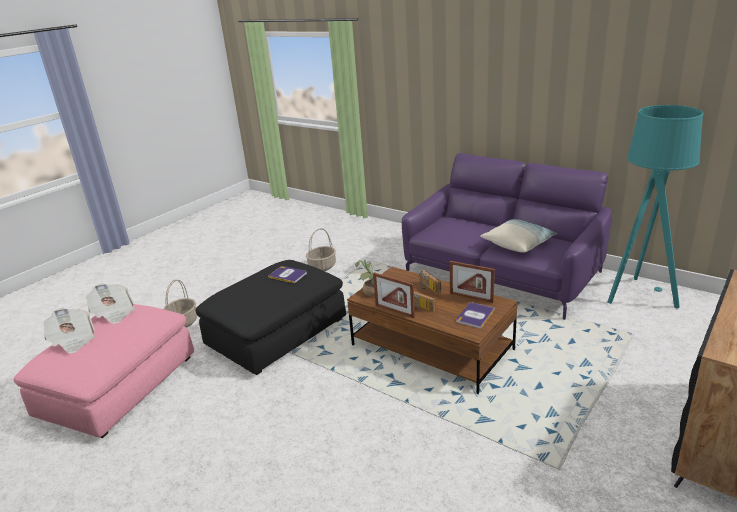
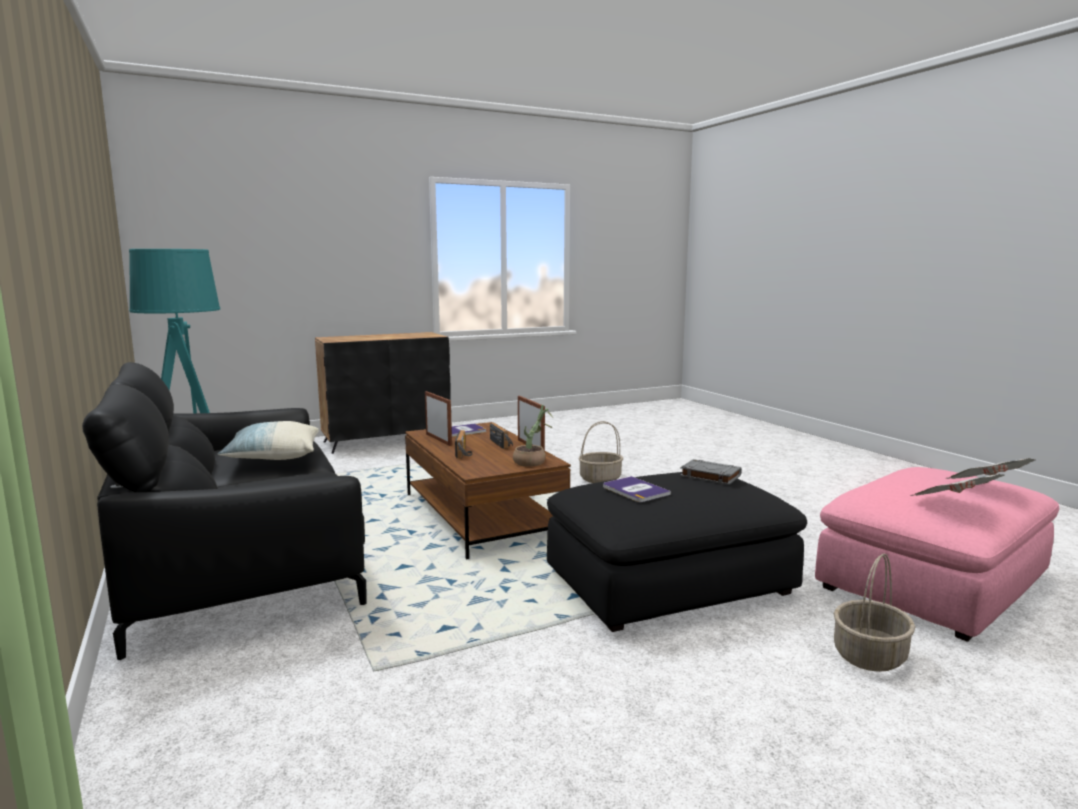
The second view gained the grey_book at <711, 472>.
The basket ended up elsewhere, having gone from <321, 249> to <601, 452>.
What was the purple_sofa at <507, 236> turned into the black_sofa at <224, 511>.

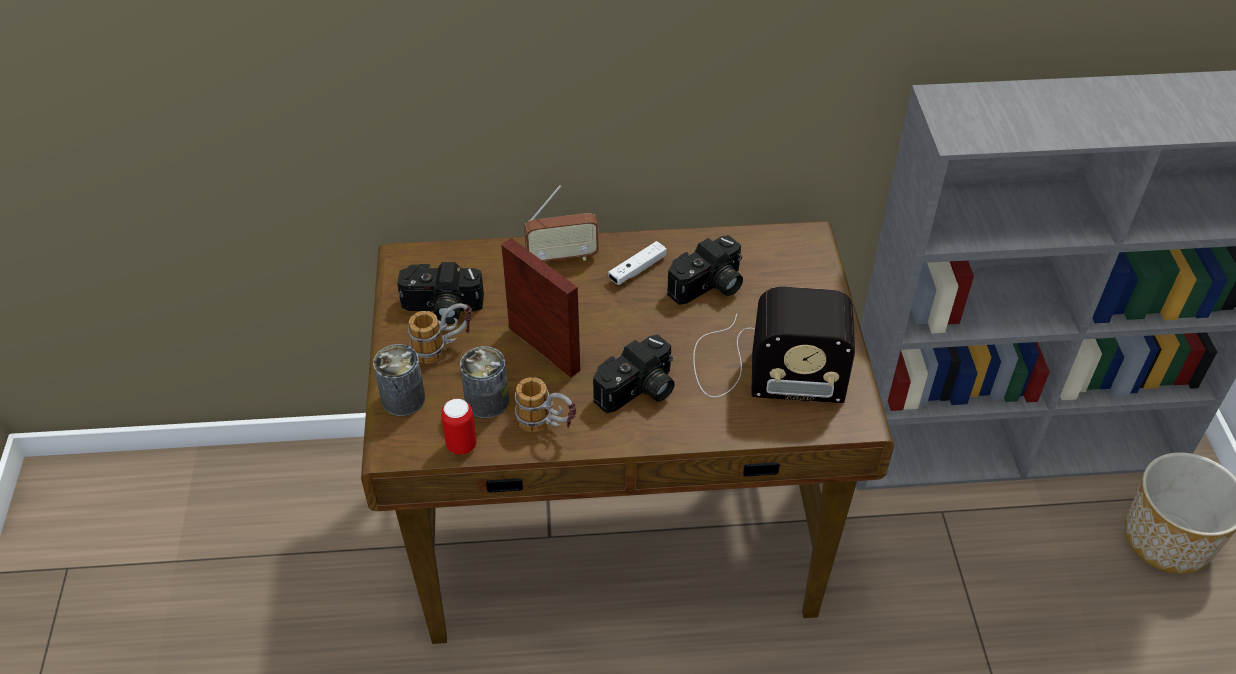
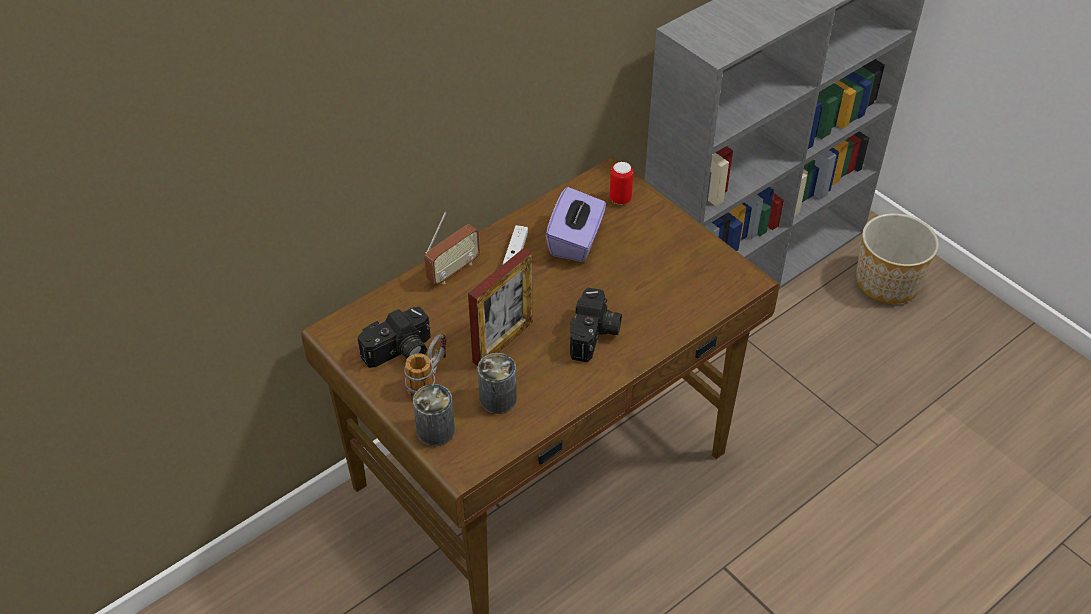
The second view lost the mug at <545, 404>.
The second view lost the radio at <774, 345>.
The can ended up elsewhere, having gone from <459, 427> to <621, 183>.
Where the photo_camera stood at <705, 270>, the purple_tissue_box came to stand at <576, 224>.
The picture_frame at <540, 307> ended up facing another way, 120 degrees clockwise from before.

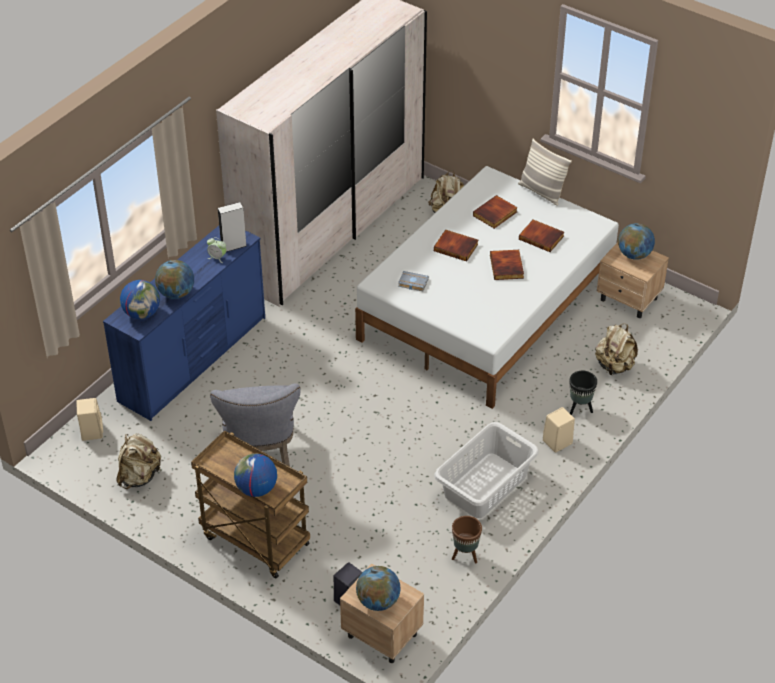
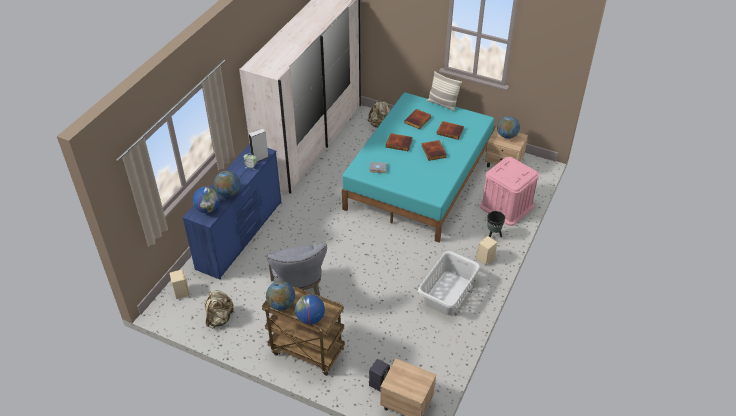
The second view lost the brown_planter at <467, 539>.
The globe ended up elsewhere, having gone from <378, 588> to <280, 296>.
Where the beige_backpack stood at <616, 349>, the pink_storage_box came to stand at <509, 191>.
What was the white_bed at <487, 287> turned into the turquoise_bed at <418, 167>.

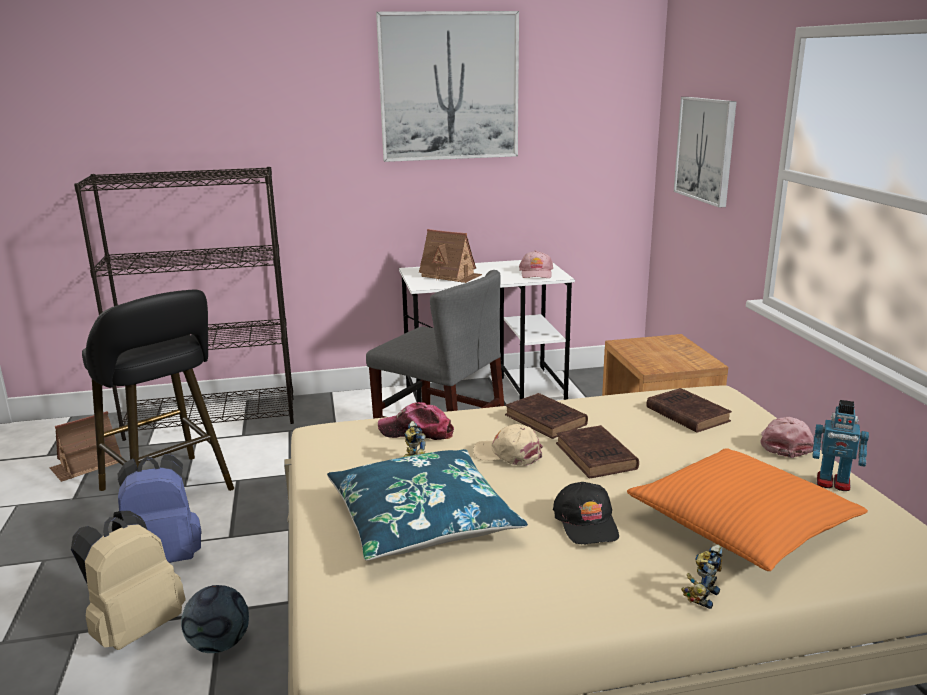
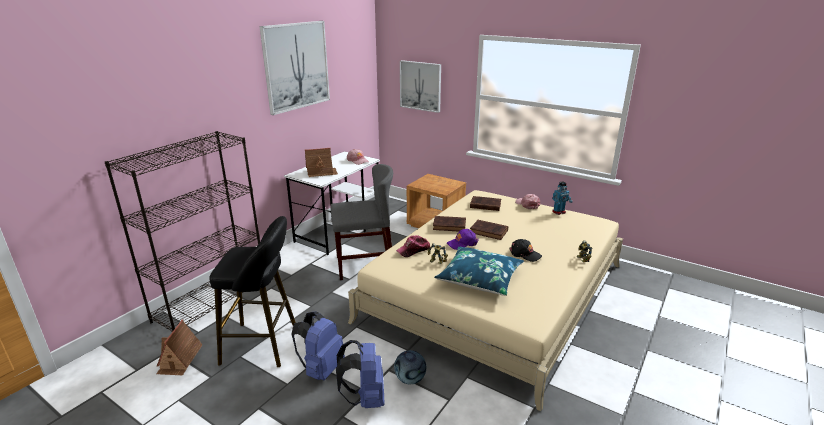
The second view lost the orange_pillow at <747, 509>.
What was the beige_backpack at <128, 580> turned into the blue_backpack at <360, 374>.
What was the beige_cap at <508, 445> turned into the purple_cap at <463, 239>.

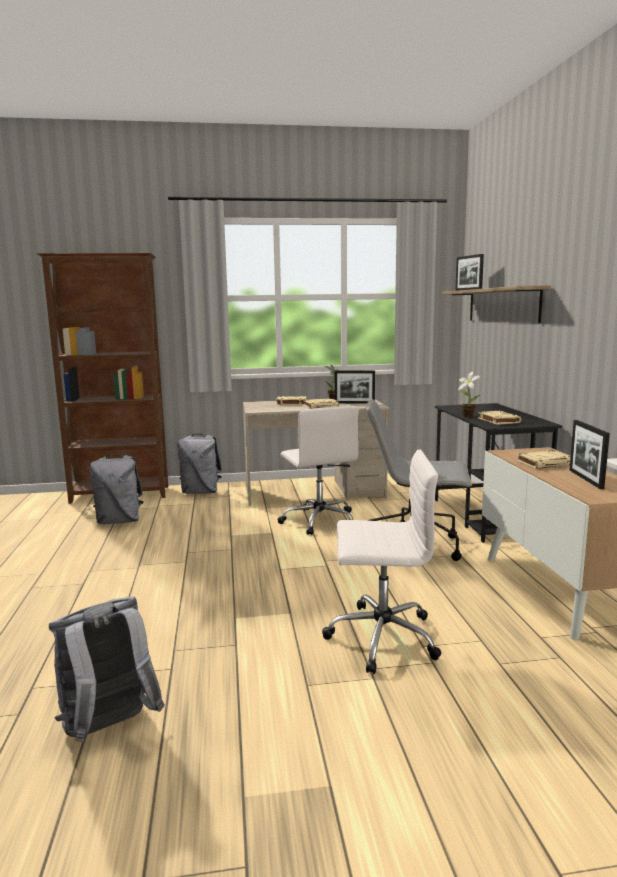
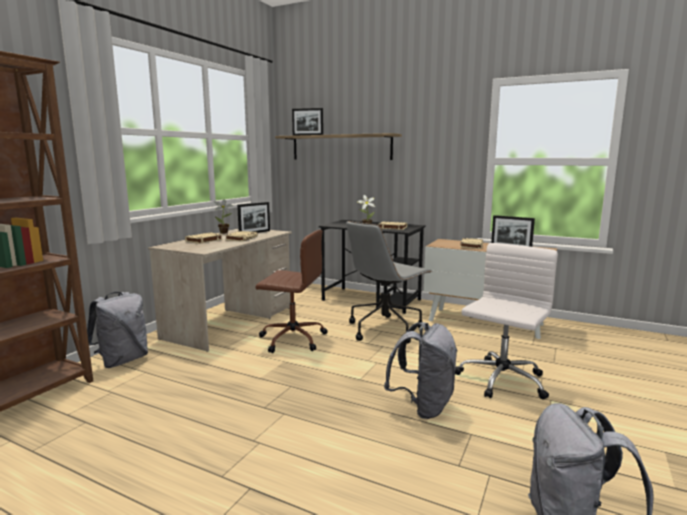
The grey_backpack ended up elsewhere, having gone from <117, 489> to <421, 370>.
What was the white_office_chair at <318, 470> turned into the brown_office_chair at <292, 291>.

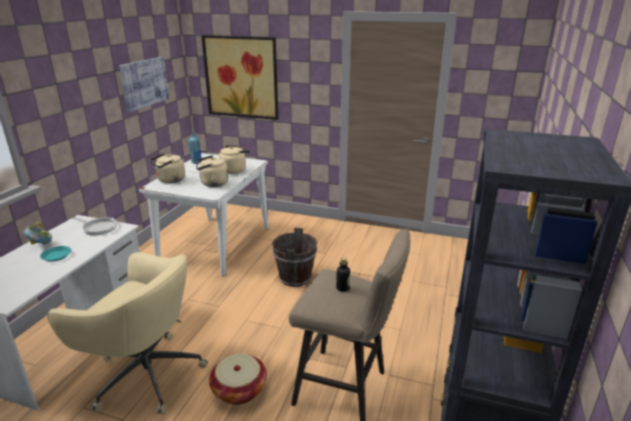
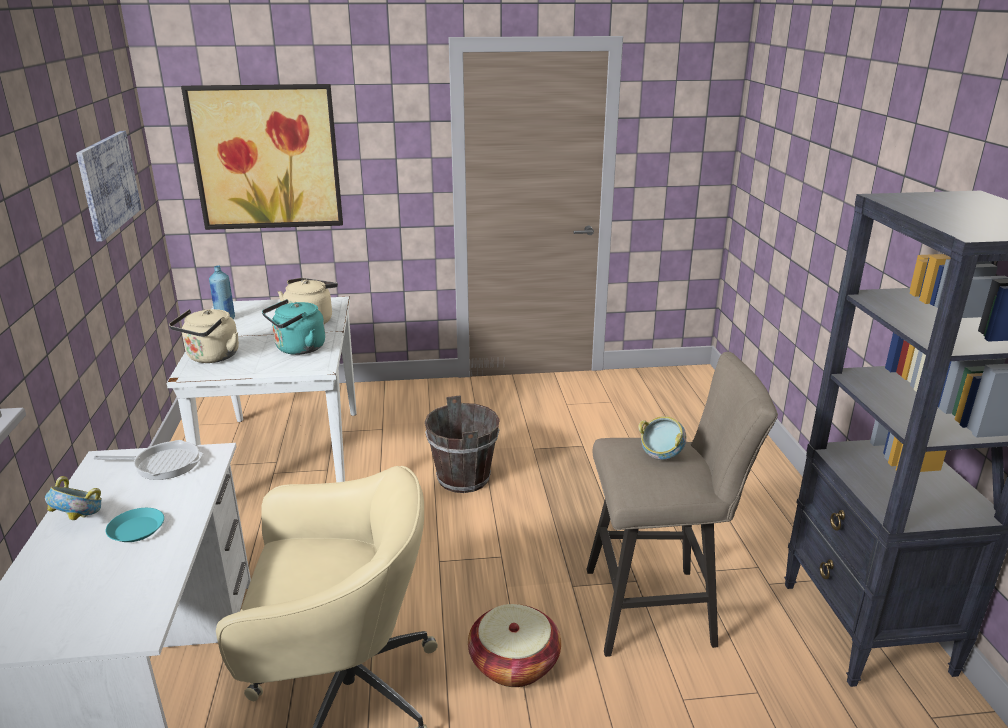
Where the bottle stood at <343, 274>, the bowl came to stand at <662, 438>.
What was the beige_kettle at <212, 171> turned into the turquoise_kettle at <293, 327>.

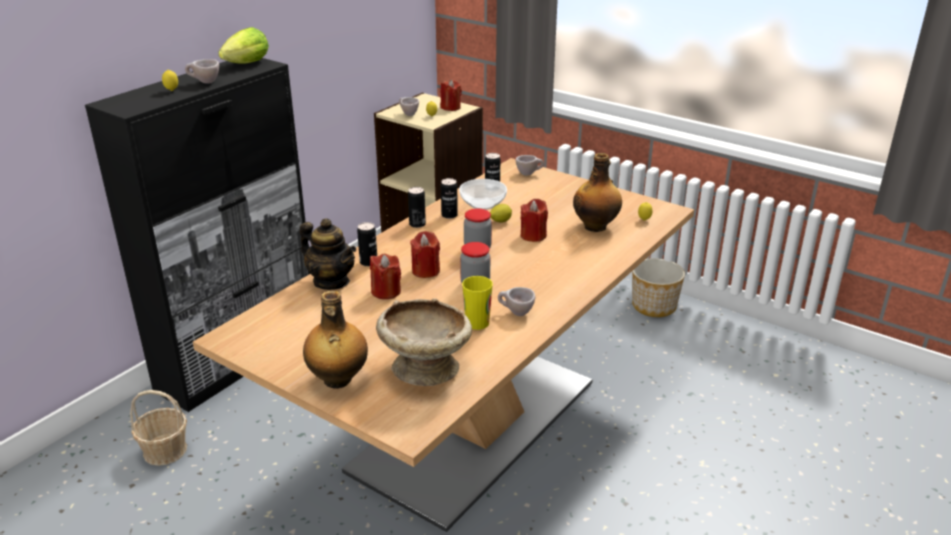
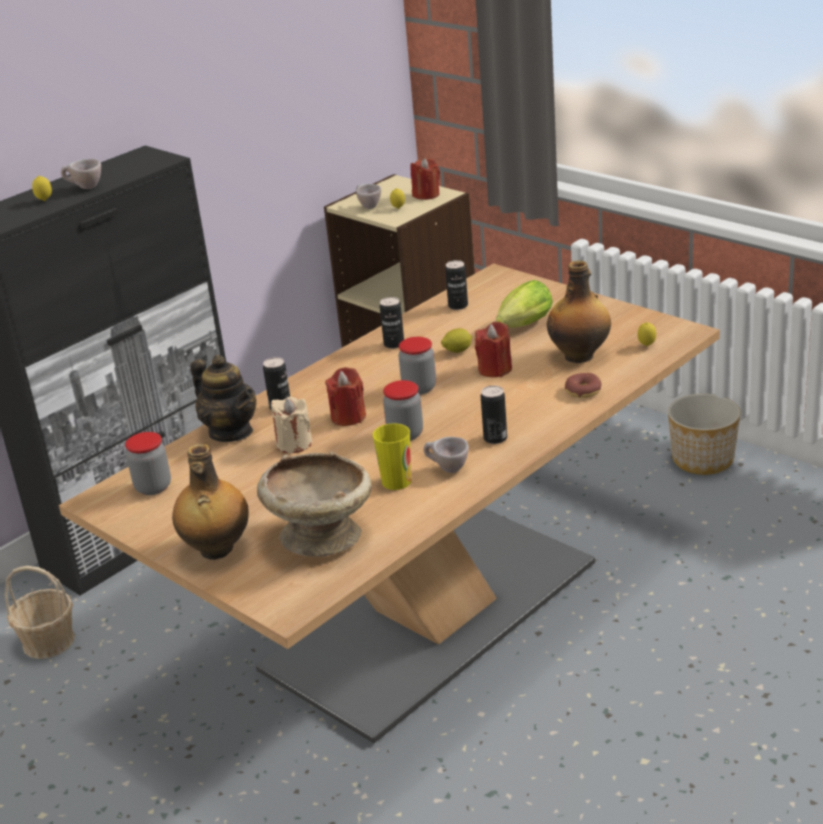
The second view lost the bowl at <483, 194>.
The second view lost the beige_cup at <529, 165>.
The second view gained the jar at <148, 463>.
The second view gained the donut at <583, 385>.
The lettuce ended up elsewhere, having gone from <243, 45> to <524, 303>.
The can ended up elsewhere, having gone from <417, 207> to <494, 414>.
What was the red_candle at <385, 276> turned into the beige_candle at <291, 425>.

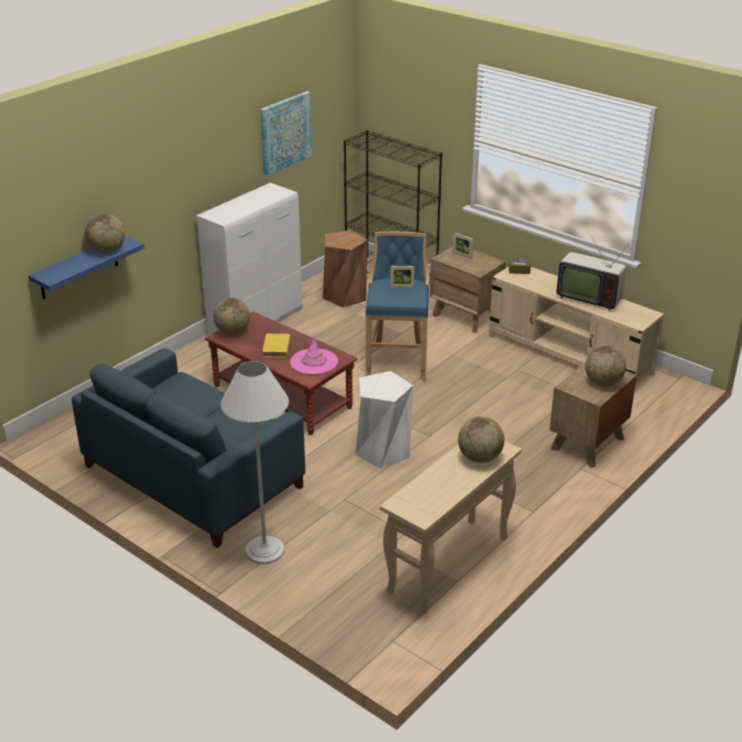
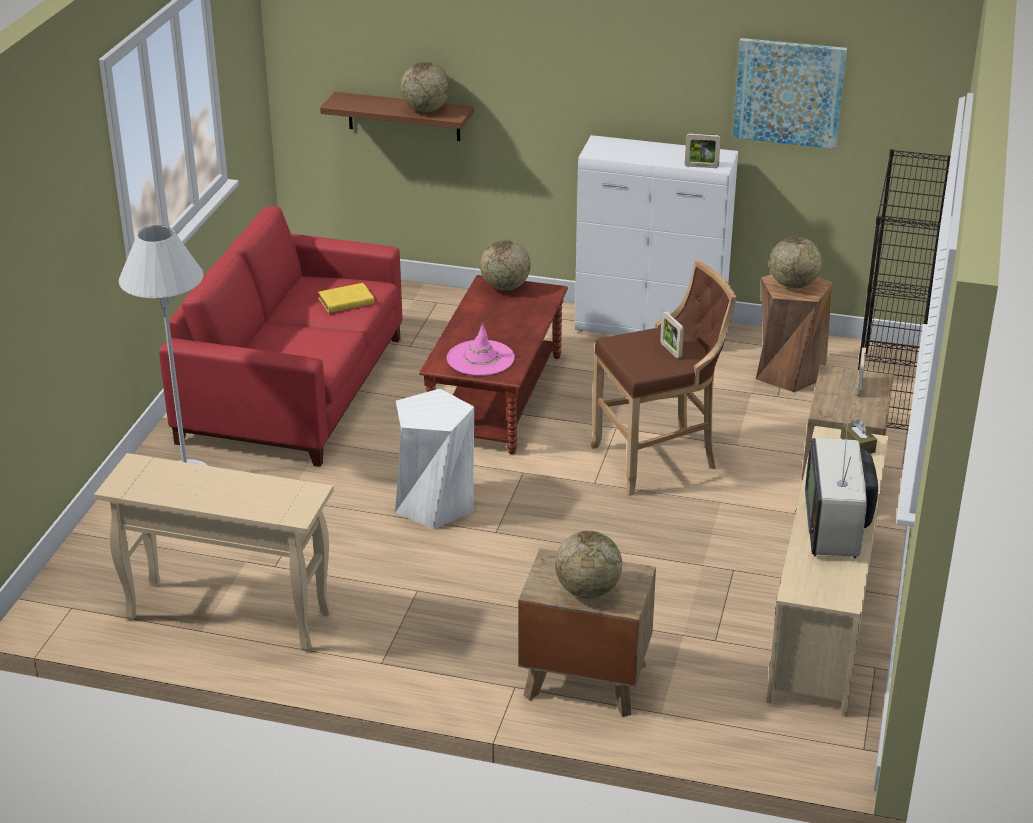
The second view gained the picture_frame at <703, 151>.
The yellow_book ended up elsewhere, having gone from <276, 345> to <346, 298>.
The globe ended up elsewhere, having gone from <481, 440> to <795, 262>.
What was the blue_shelf at <86, 267> turned into the brown_shelf at <397, 116>.
What was the blue_sofa at <188, 448> turned into the red_sofa at <280, 336>.
What was the blue_stool at <397, 306> turned into the brown_stool at <663, 378>.

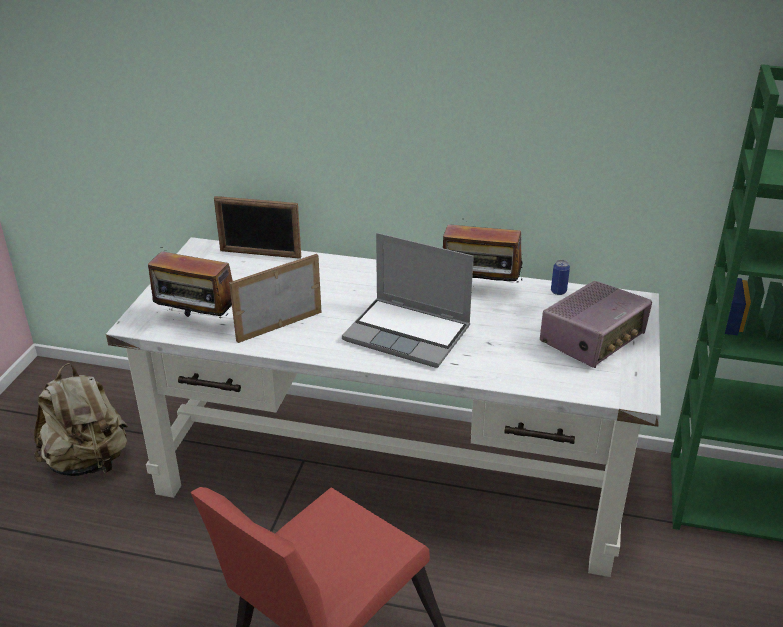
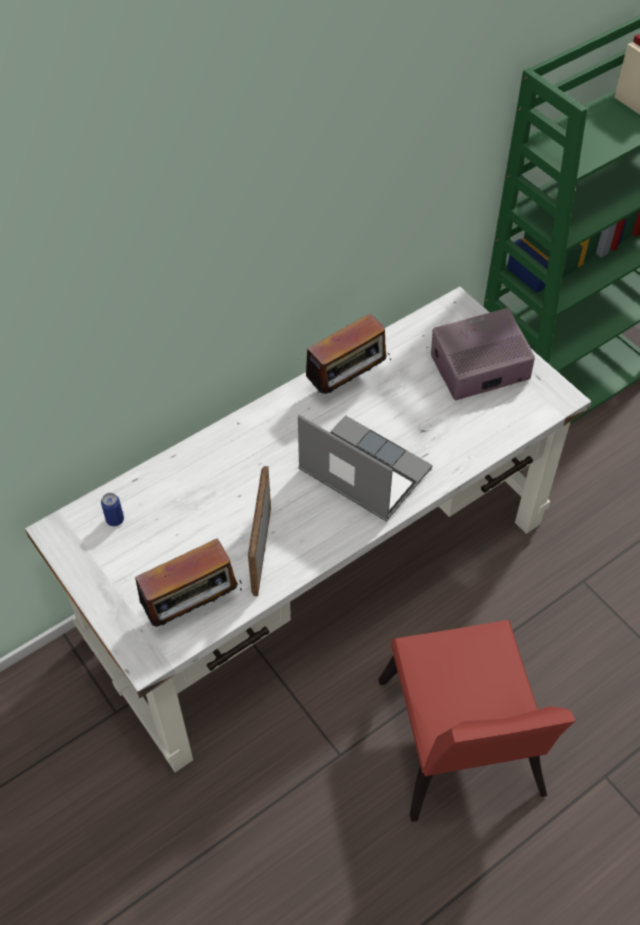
The second view lost the beige_backpack at <80, 419>.
The second view lost the picture_frame at <257, 227>.
The can ended up elsewhere, having gone from <560, 277> to <112, 509>.
The laptop at <408, 300> ended up facing another way, 120 degrees counterclockwise from before.
The radio at <596, 324> ended up facing another way, 105 degrees counterclockwise from before.

